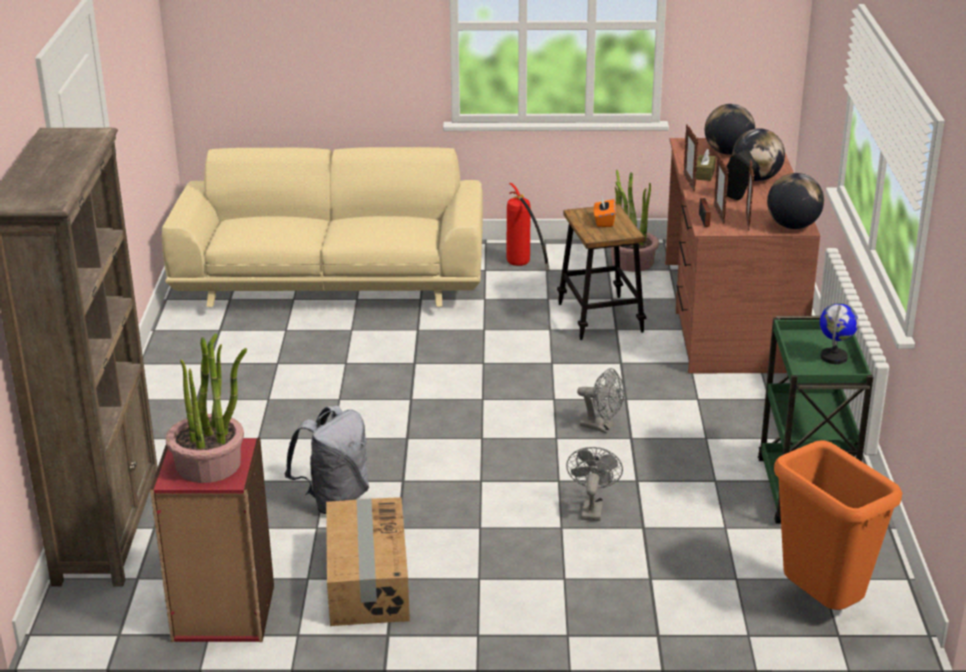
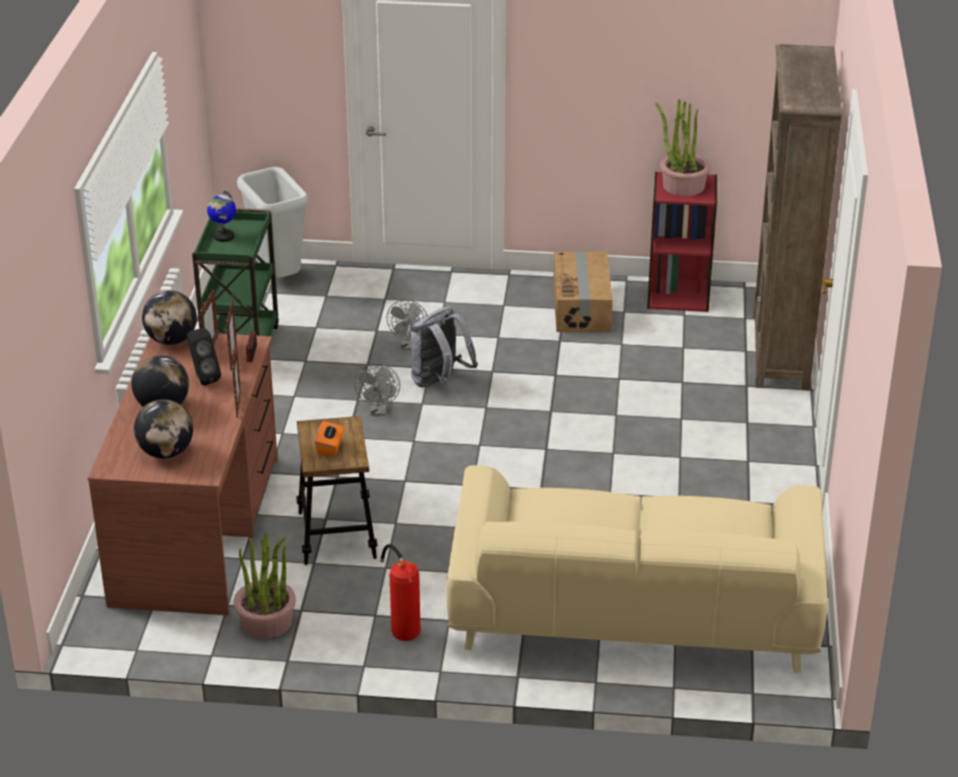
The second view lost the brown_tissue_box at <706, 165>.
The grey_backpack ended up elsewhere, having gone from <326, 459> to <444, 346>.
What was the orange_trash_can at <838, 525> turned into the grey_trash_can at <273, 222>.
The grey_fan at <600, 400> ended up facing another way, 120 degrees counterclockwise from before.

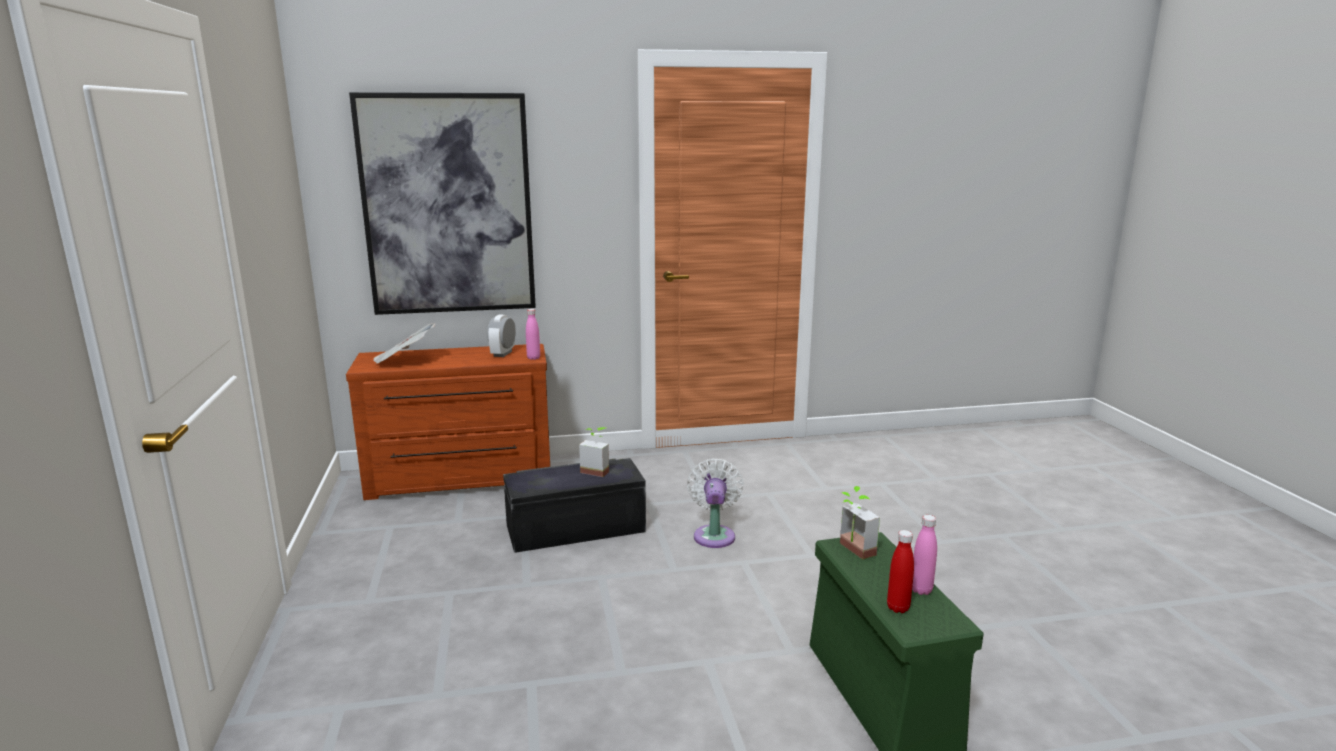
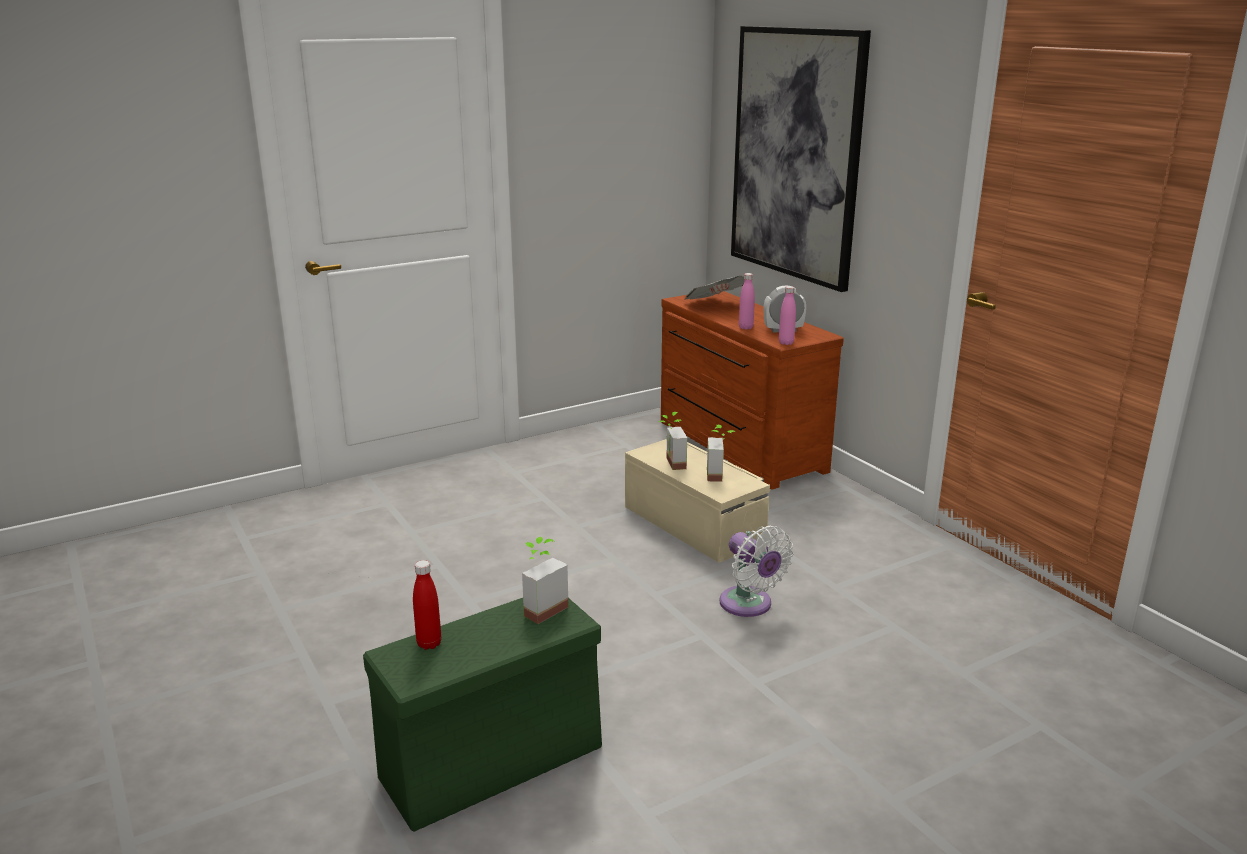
The second view gained the potted_plant at <673, 441>.
The pink_bottle ended up elsewhere, having gone from <924, 555> to <747, 301>.
What was the black_storage_box at <574, 505> turned into the beige_storage_box at <697, 501>.
The white_fan at <715, 503> ended up facing another way, 75 degrees clockwise from before.

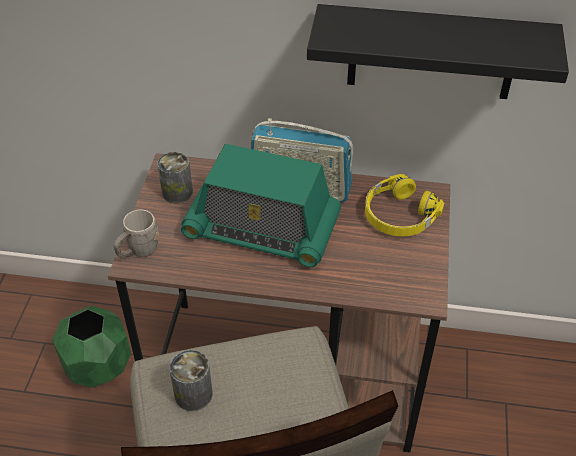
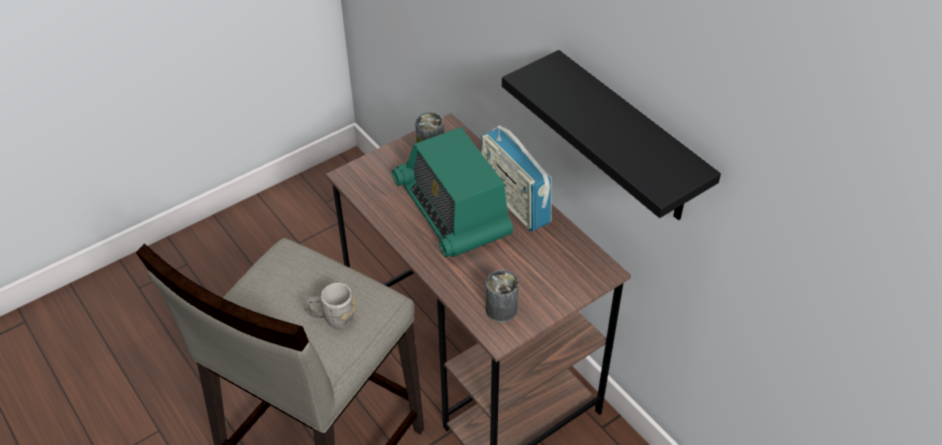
The second view lost the green_planter at <91, 347>.
The second view lost the yellow_headphones at <404, 205>.
The grey_mug ended up elsewhere, having gone from <136, 233> to <330, 306>.
The can ended up elsewhere, having gone from <191, 380> to <502, 296>.

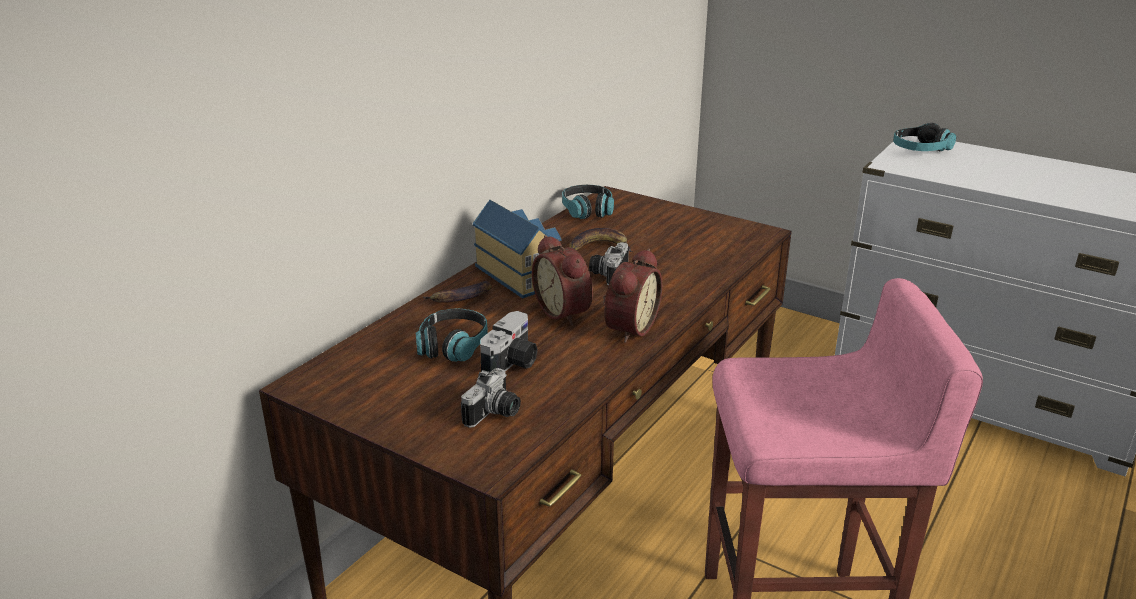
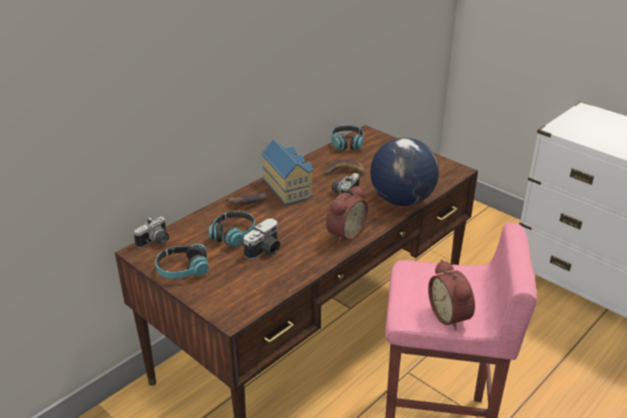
The second view gained the globe at <404, 172>.
The photo_camera ended up elsewhere, having gone from <491, 398> to <151, 232>.
The alarm_clock ended up elsewhere, having gone from <562, 280> to <451, 295>.
The headphones ended up elsewhere, having gone from <924, 137> to <182, 260>.

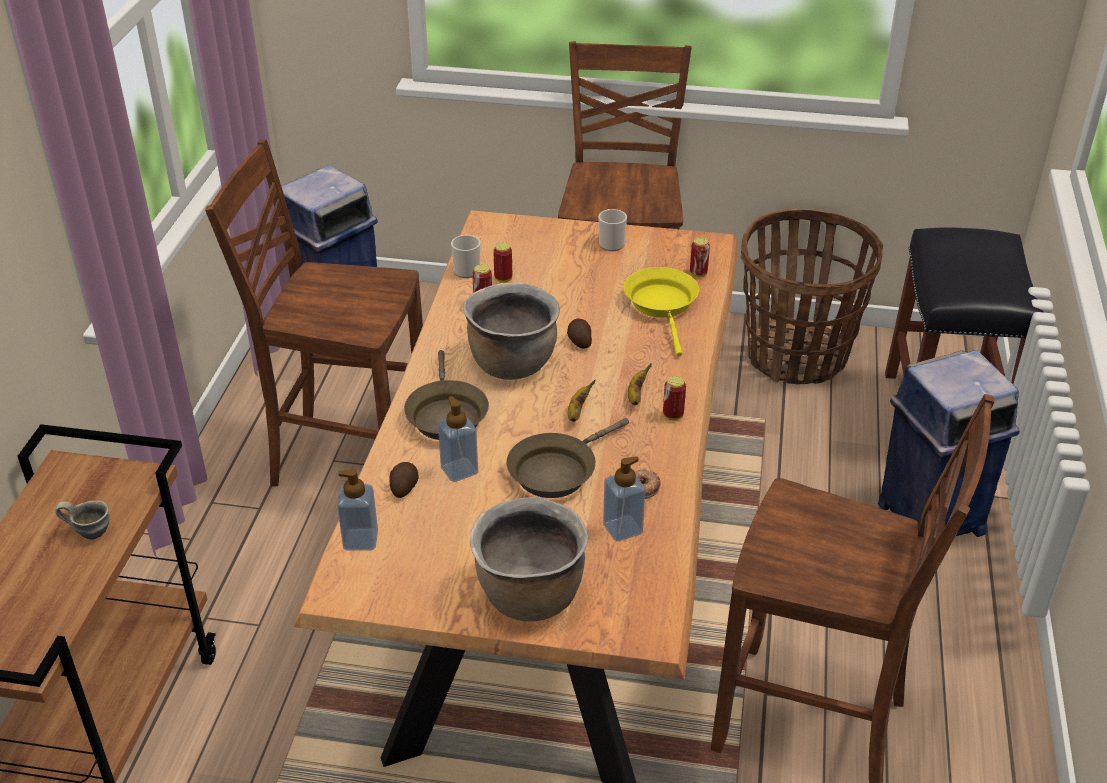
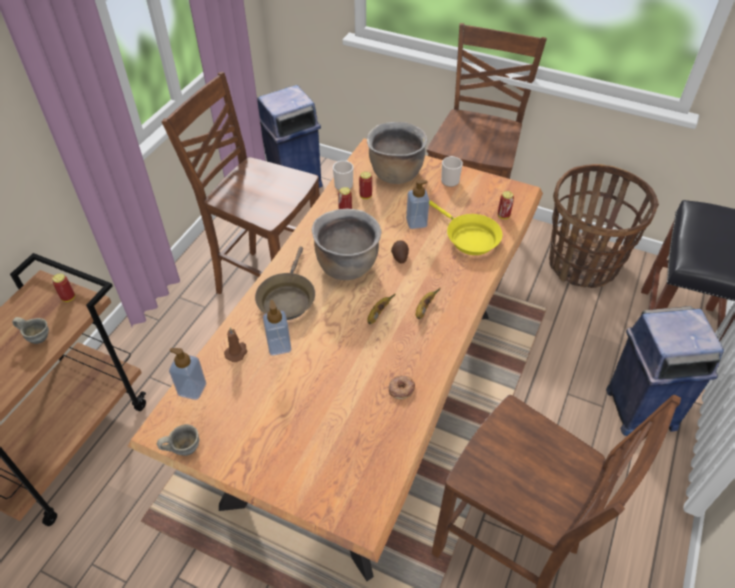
The second view lost the brown_frying_pan at <567, 458>.
The second view gained the grey_mug at <178, 440>.
The brown_cooking_pot ended up elsewhere, having gone from <529, 559> to <397, 153>.
The soap_dispenser ended up elsewhere, having gone from <624, 499> to <417, 204>.
The can ended up elsewhere, having gone from <674, 398> to <63, 287>.
Where the potato stood at <404, 480>, the brown_candle came to stand at <236, 344>.
The yellow_frying_pan at <661, 312> ended up facing another way, 135 degrees clockwise from before.

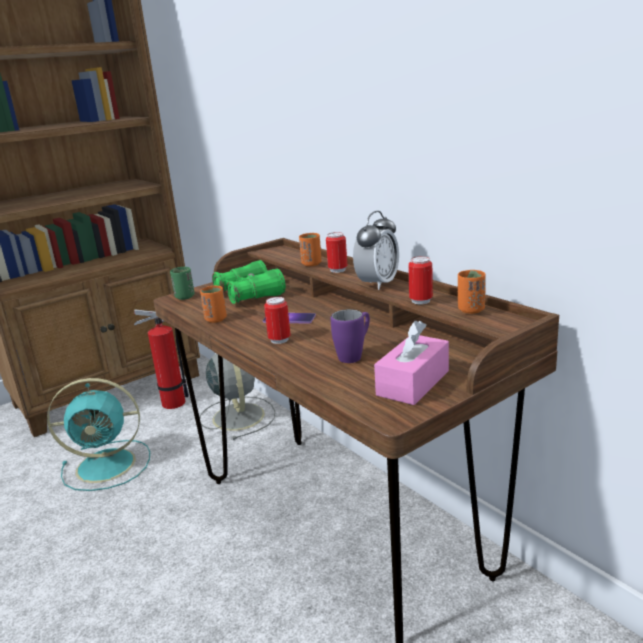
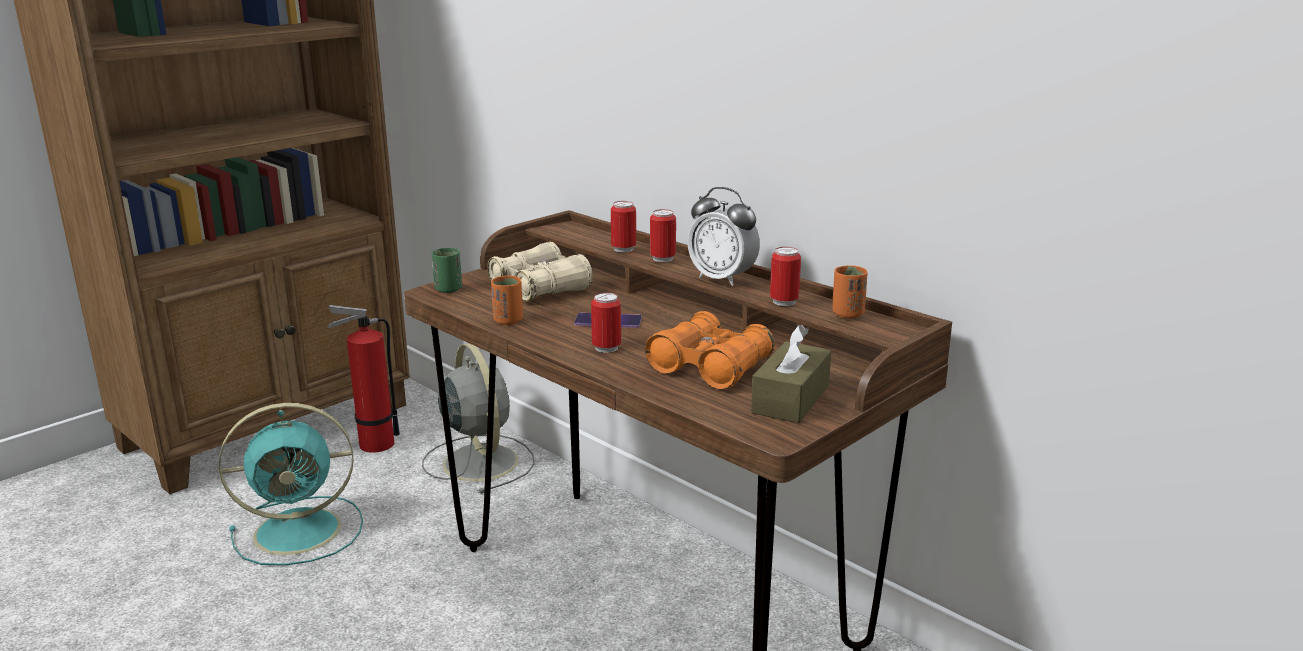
Where the orange_cup stood at <310, 249>, the can came to stand at <623, 226>.
Where the purple_mug stood at <350, 336>, the orange_binoculars came to stand at <710, 350>.
What was the green_binoculars at <249, 282> turned into the beige_binoculars at <540, 271>.
What was the pink_tissue_box at <411, 363> turned into the brown_tissue_box at <791, 374>.
The alarm_clock at <376, 250> ended up facing another way, 105 degrees clockwise from before.

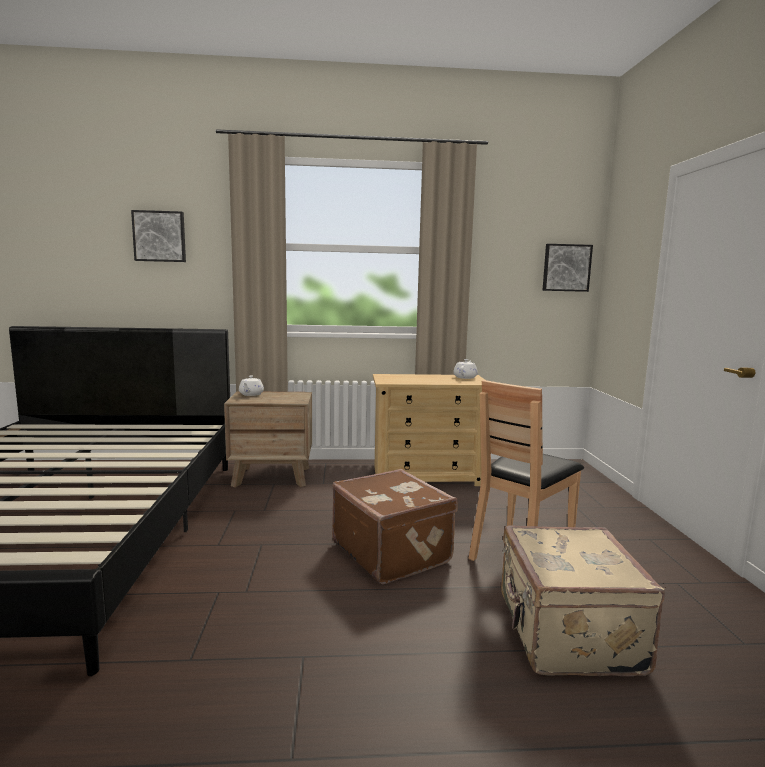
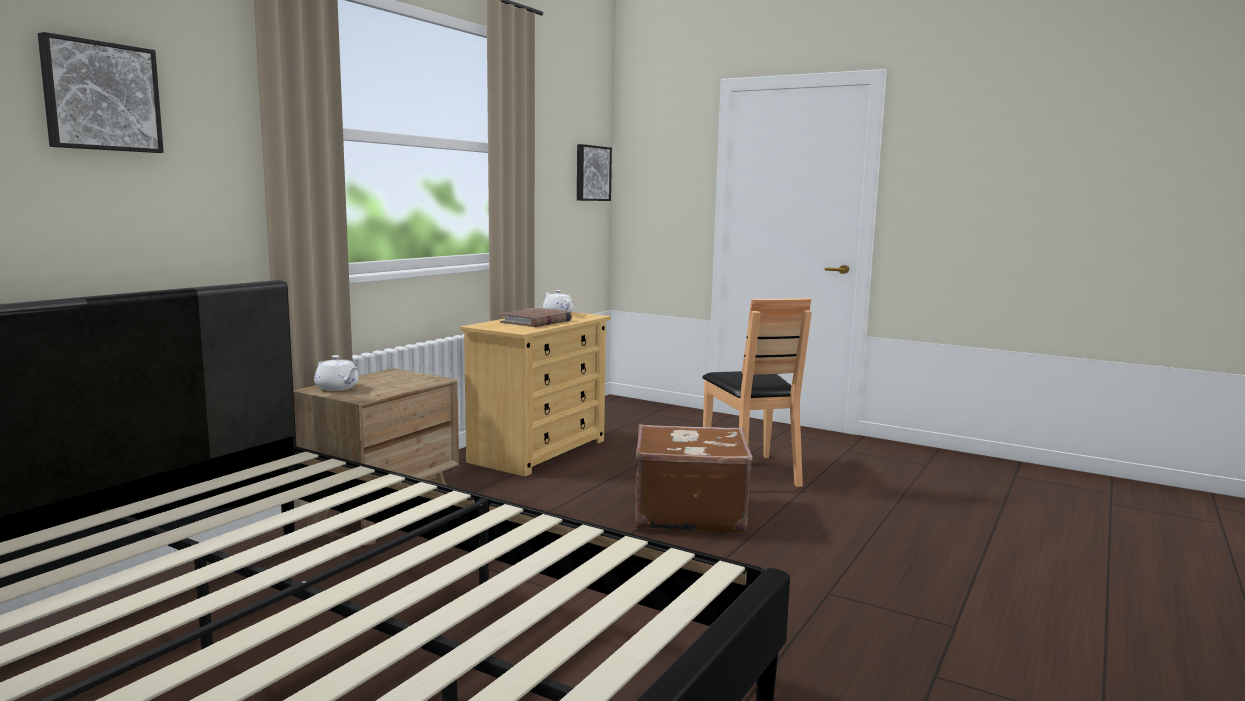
The second view lost the beige_suitcase at <583, 600>.
The second view gained the brown_book at <536, 317>.

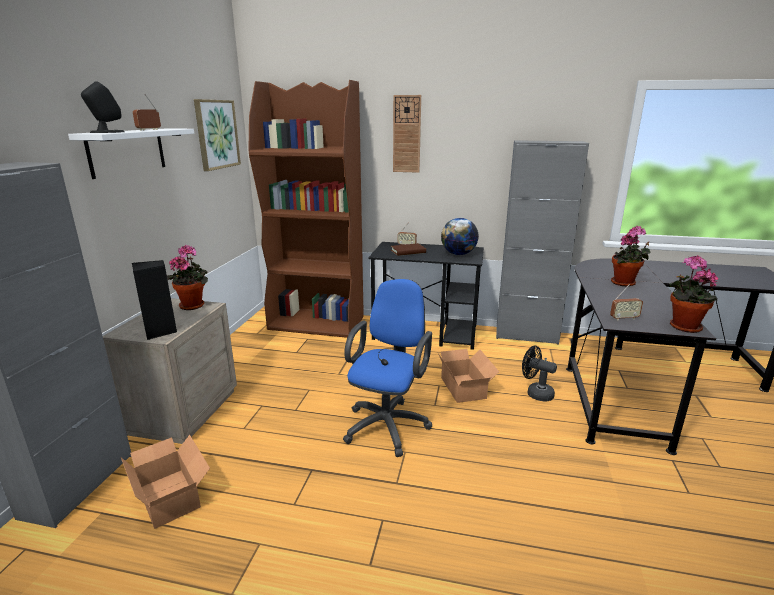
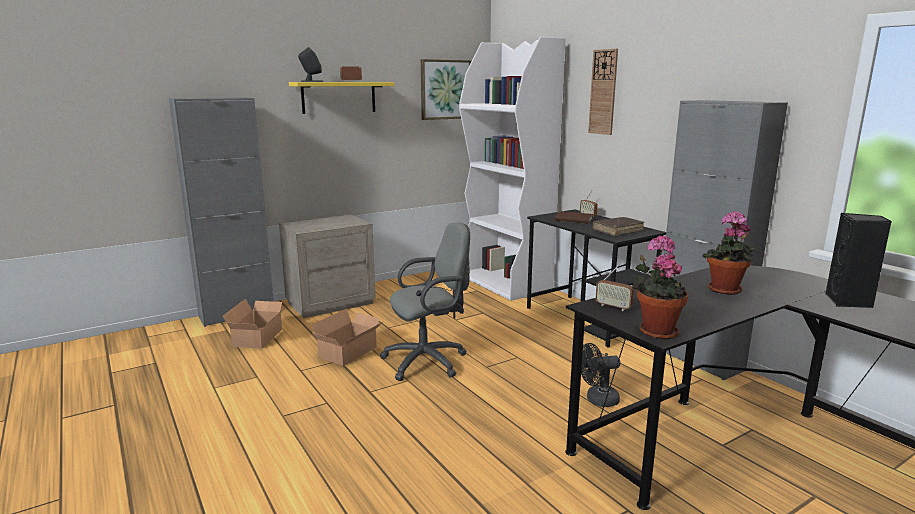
The second view lost the potted_plant at <187, 277>.
The black_speaker ended up elsewhere, having gone from <154, 300> to <858, 260>.
The cardboard_box ended up elsewhere, having gone from <468, 376> to <347, 337>.
Where the globe stood at <460, 236>, the brown_book came to stand at <618, 226>.
What was the white_shelf at <131, 153> turned into the yellow_shelf at <342, 98>.
What was the brown_bookcase at <306, 209> turned into the white_bookcase at <512, 168>.
What was the blue_office_chair at <387, 368> turned into the grey_office_chair at <425, 301>.
The black_fan at <539, 374> ended up facing another way, 90 degrees counterclockwise from before.

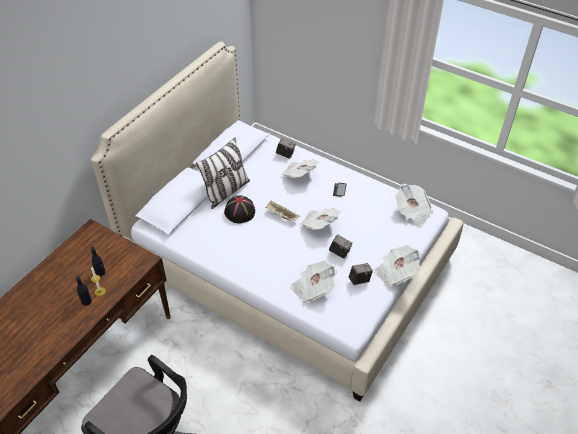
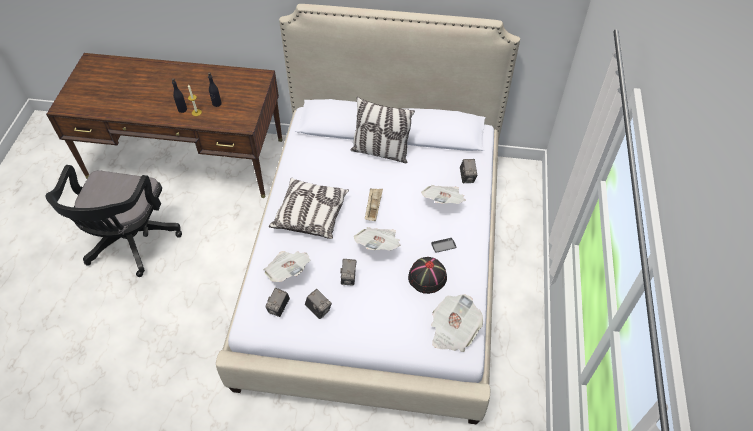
The second view lost the newspaper at <398, 266>.
The second view gained the photo_camera at <278, 302>.
The second view gained the pillow at <309, 208>.
The black_hat ended up elsewhere, having gone from <239, 209> to <427, 275>.

